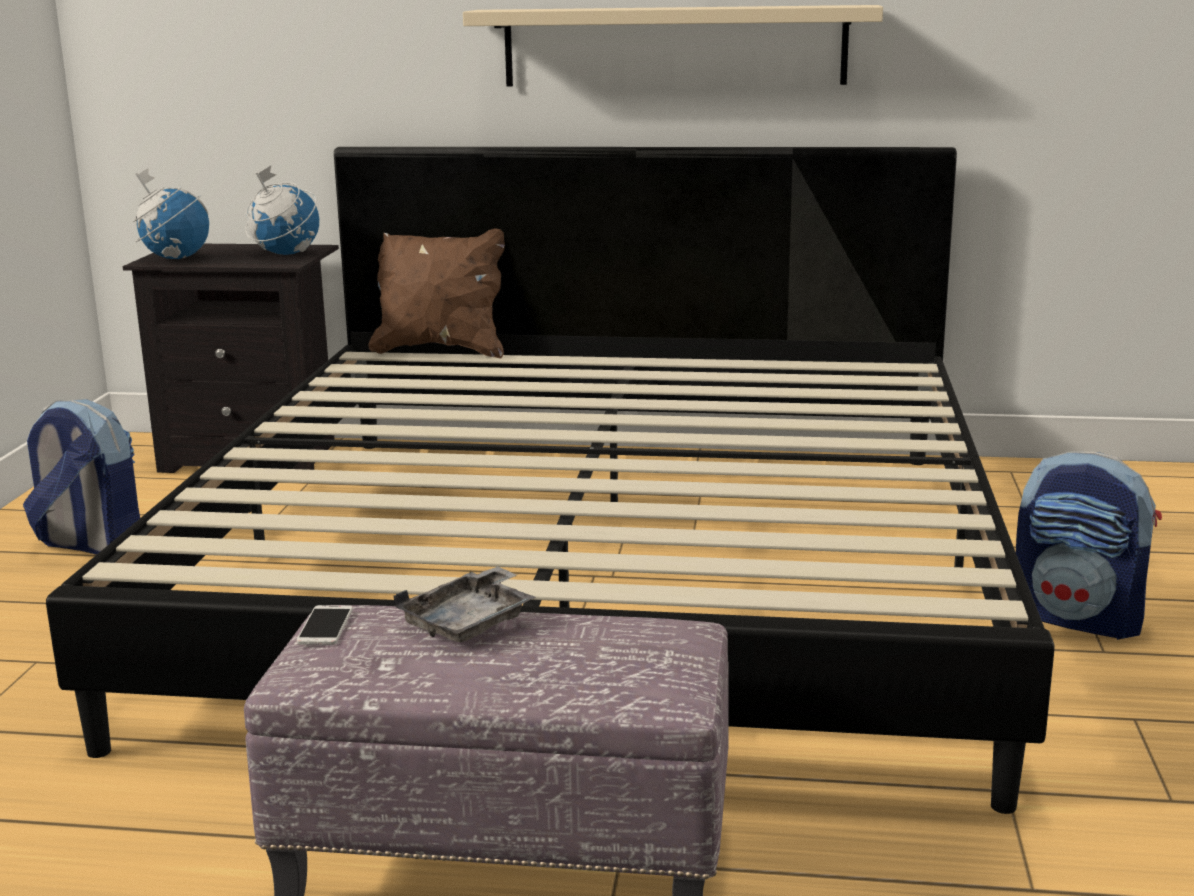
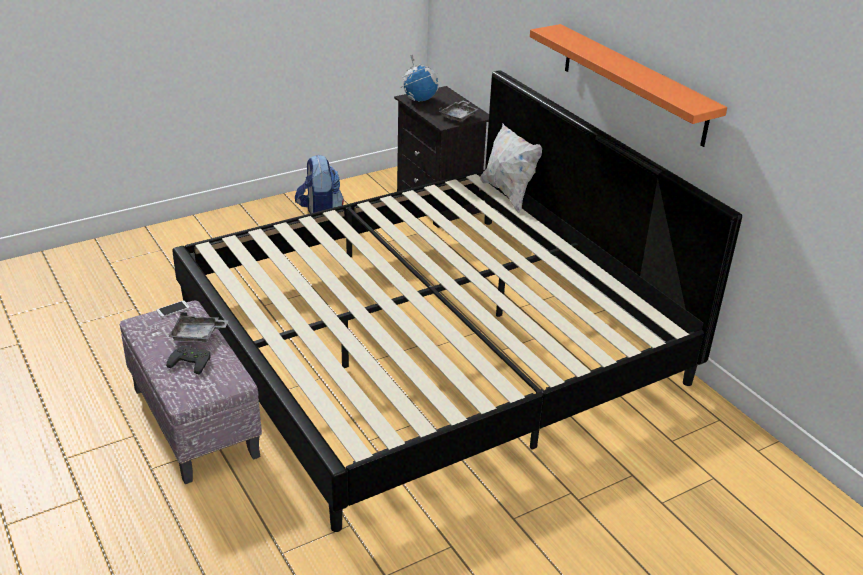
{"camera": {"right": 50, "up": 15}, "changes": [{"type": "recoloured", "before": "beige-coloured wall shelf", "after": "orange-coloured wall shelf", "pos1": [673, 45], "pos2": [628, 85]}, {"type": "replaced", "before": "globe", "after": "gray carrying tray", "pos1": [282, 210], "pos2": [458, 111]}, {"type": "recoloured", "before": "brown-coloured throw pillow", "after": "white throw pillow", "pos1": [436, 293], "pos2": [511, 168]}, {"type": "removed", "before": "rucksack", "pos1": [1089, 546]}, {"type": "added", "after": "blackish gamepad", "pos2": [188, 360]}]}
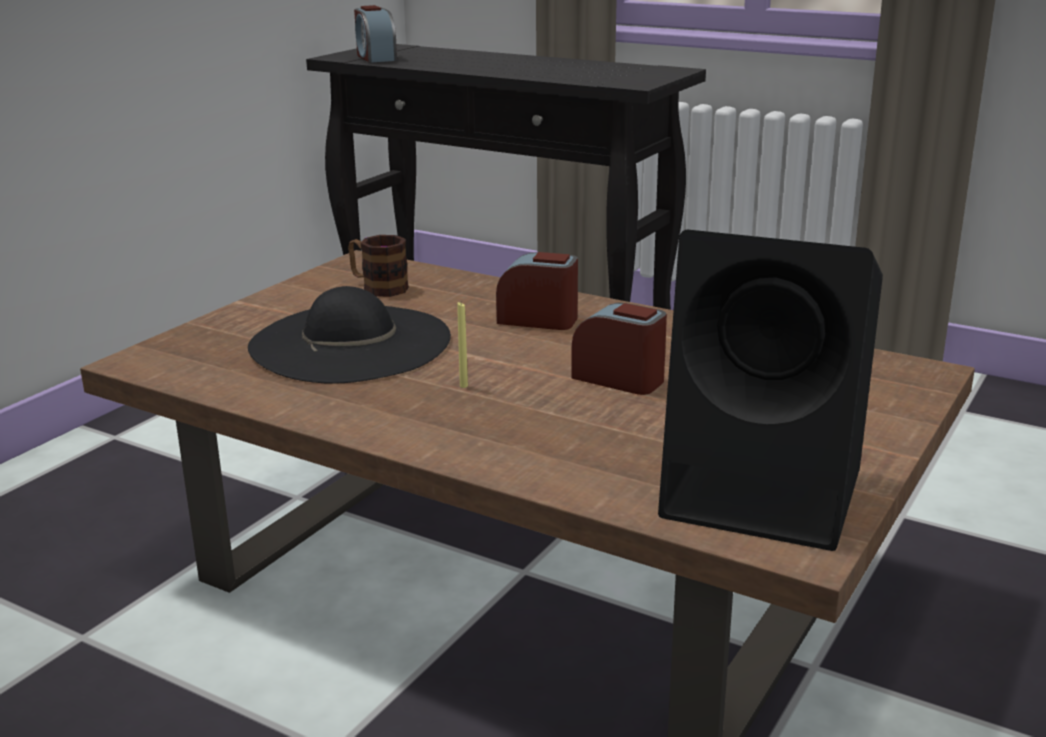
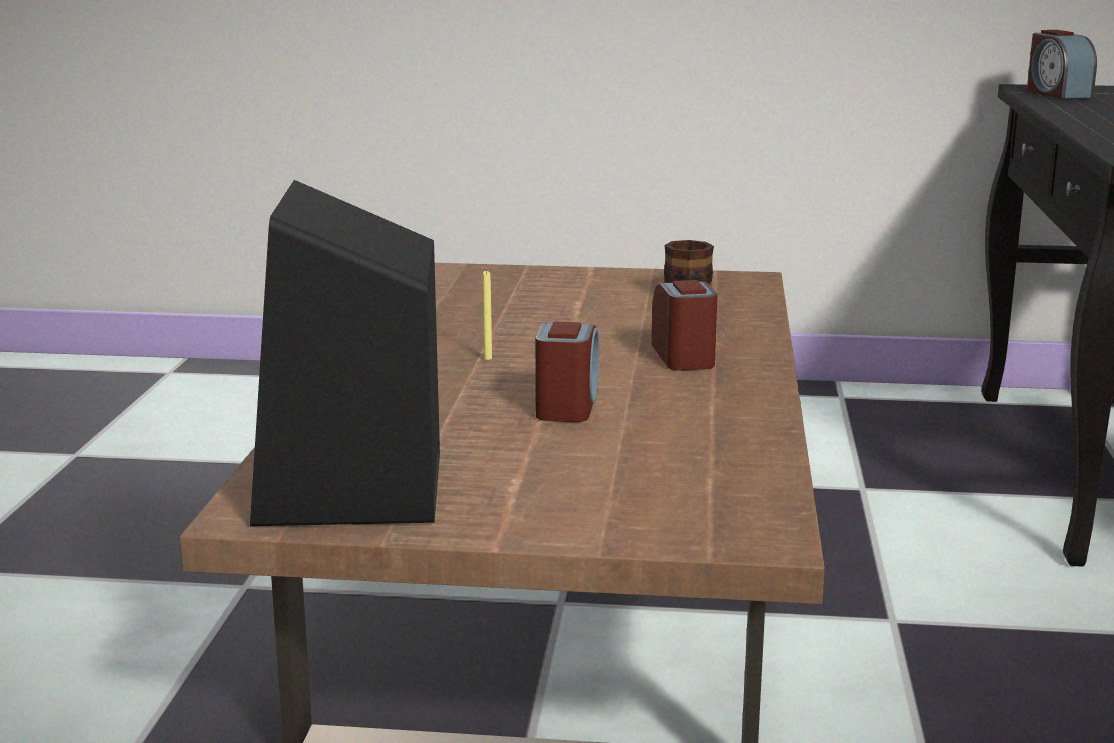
{"camera": {"right": 65, "up": -5}, "changes": [{"type": "turned", "before": "alarm clock", "pos1": [375, 34], "pos2": [1062, 64], "turn": -60}, {"type": "removed", "before": "blackish wearable hat", "pos1": [349, 335]}]}
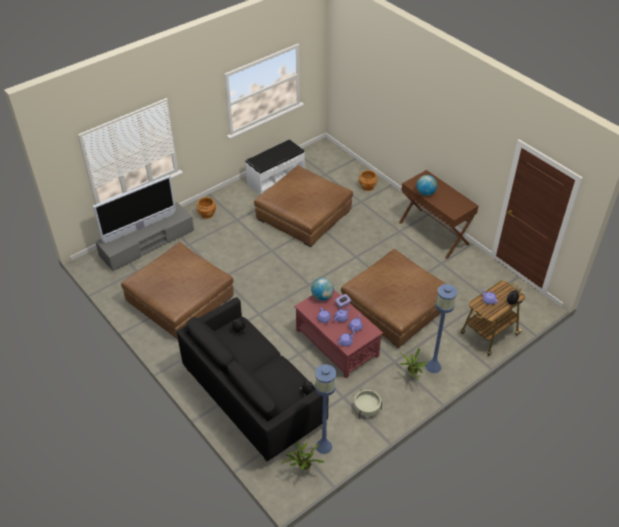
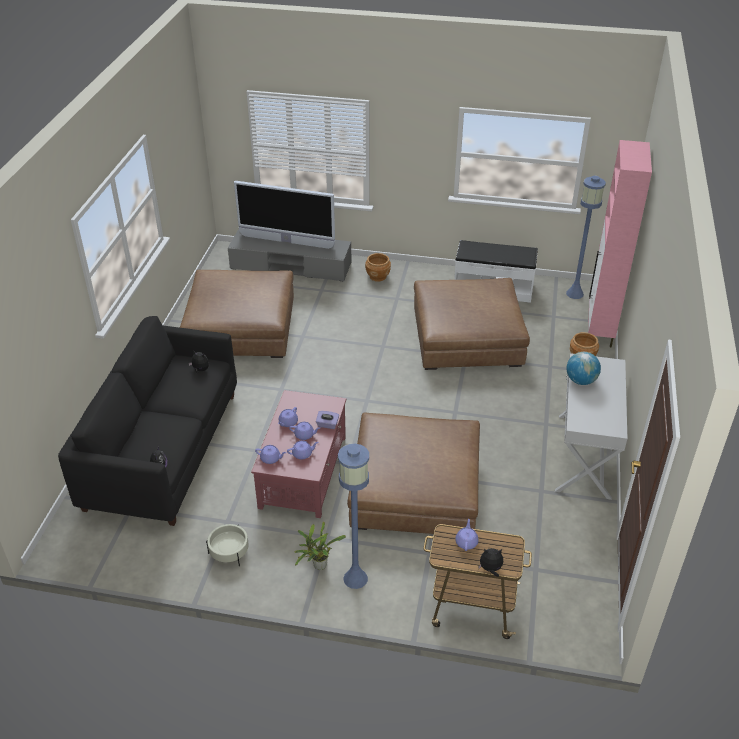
{"camera": {"right": 50, "up": -5}, "changes": [{"type": "recoloured", "before": "brown-coloured hall table", "after": "white hall table", "pos1": [438, 214], "pos2": [591, 426]}, {"type": "removed", "before": "globe", "pos1": [322, 289]}, {"type": "moved", "before": "blue standing lamp", "pos1": [325, 409], "pos2": [586, 237]}, {"type": "removed", "before": "potted plant", "pos1": [303, 457]}, {"type": "added", "after": "pinkish cupboard", "pos2": [620, 244]}]}
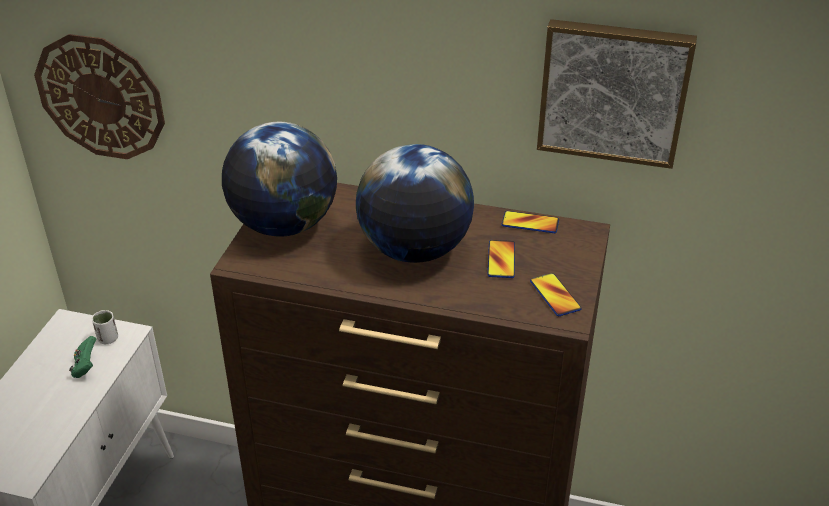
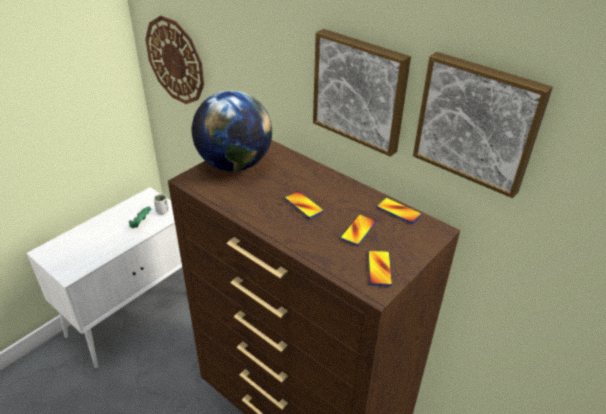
{"camera": {"right": 25, "up": 0}, "changes": [{"type": "replaced", "before": "globe", "after": "handset", "pos1": [415, 203], "pos2": [304, 204]}, {"type": "added", "after": "picture", "pos2": [362, 93]}]}
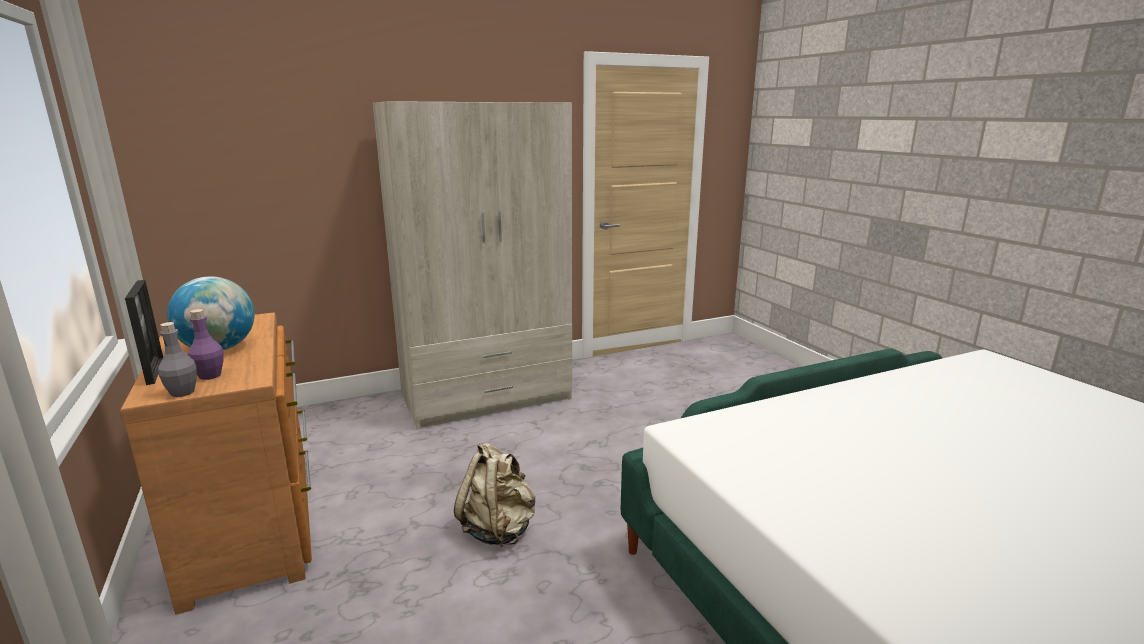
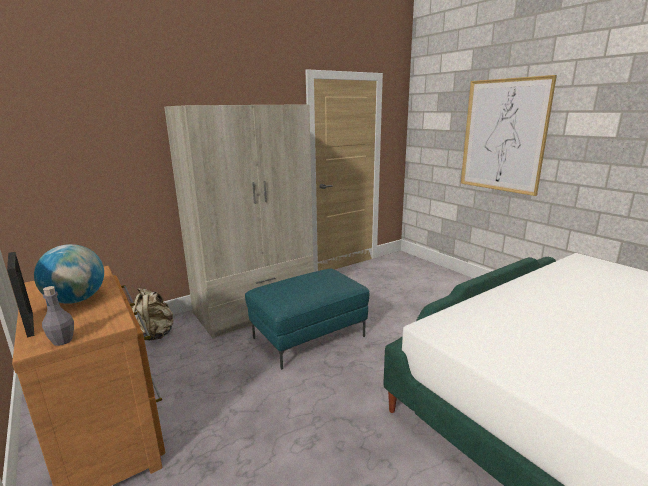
{"camera": {"right": -10, "up": 0}, "changes": [{"type": "removed", "before": "purple drink bottle", "pos1": [206, 344]}, {"type": "moved", "before": "beige-coloured rucksack", "pos1": [494, 495], "pos2": [152, 314]}, {"type": "added", "after": "picture", "pos2": [509, 135]}, {"type": "added", "after": "turquoise pouffe", "pos2": [307, 319]}]}
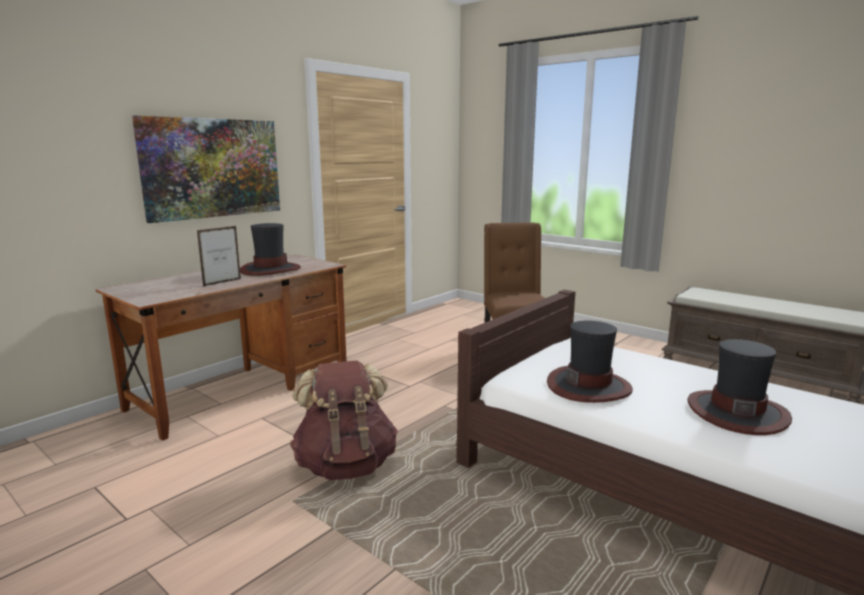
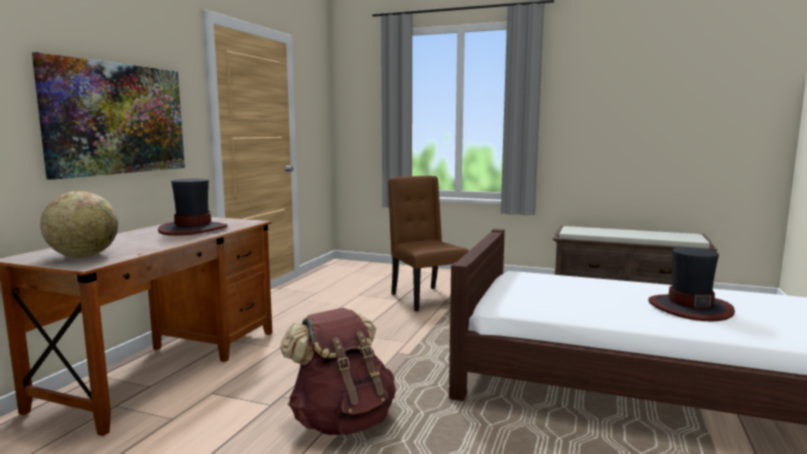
{"camera": {"right": -20, "up": -5}, "changes": [{"type": "removed", "before": "standing frame", "pos1": [219, 256]}, {"type": "removed", "before": "wearable hat", "pos1": [590, 361]}, {"type": "added", "after": "globe", "pos2": [79, 224]}]}
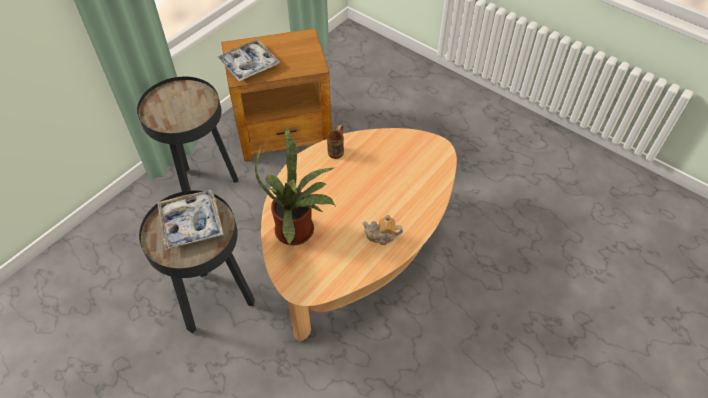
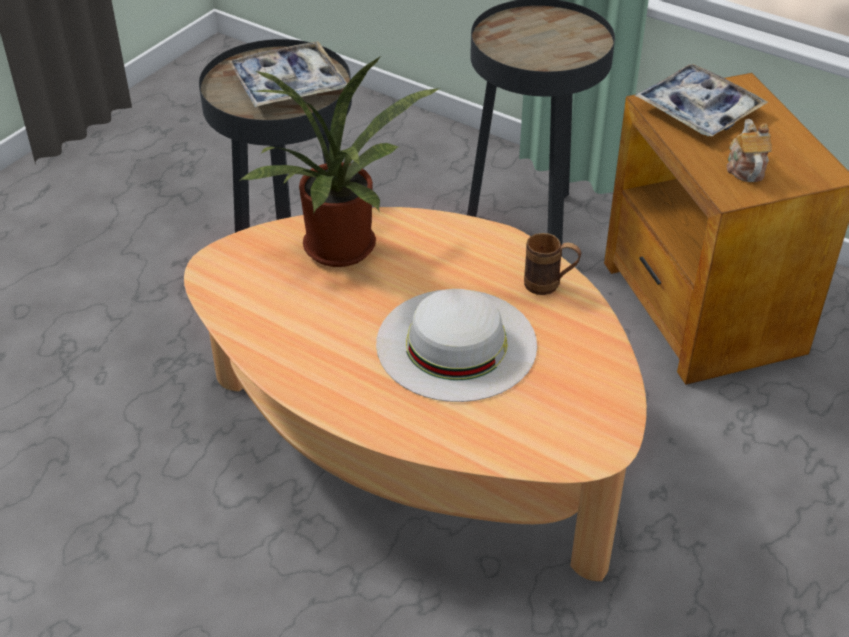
{"camera": {"right": 85, "up": -10}, "changes": [{"type": "moved", "before": "pot for tea", "pos1": [382, 230], "pos2": [749, 150]}, {"type": "added", "after": "white wearable hat", "pos2": [456, 345]}]}
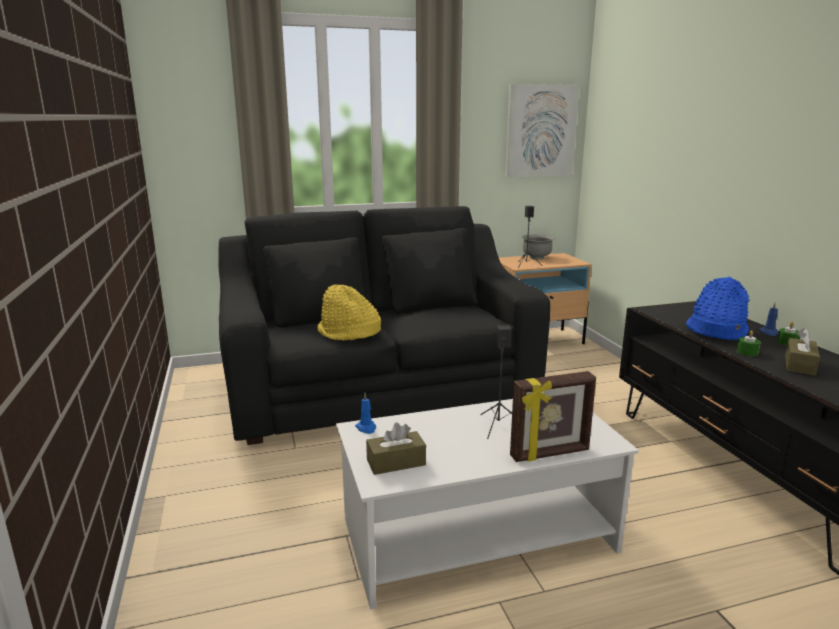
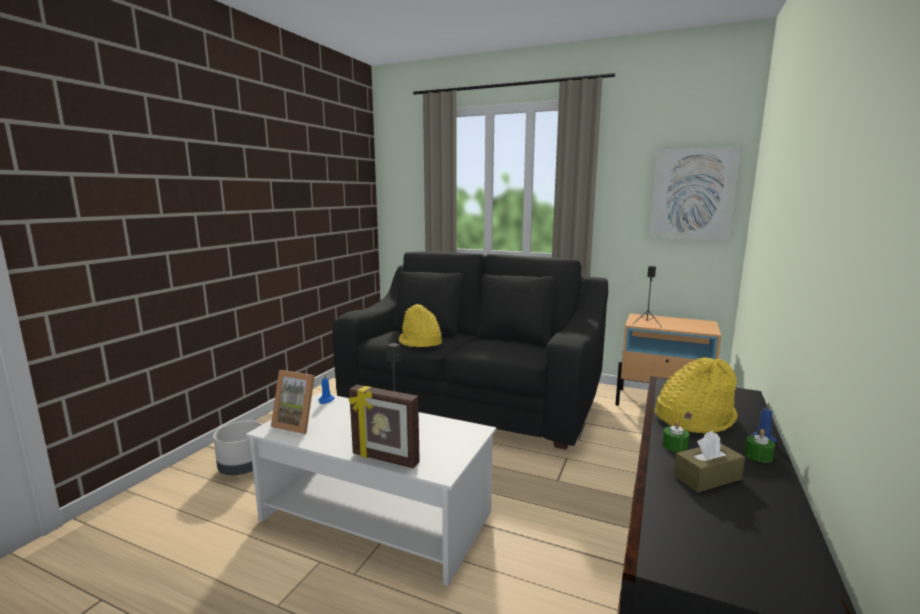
{"camera": {"right": 40, "up": -5}, "changes": [{"type": "removed", "before": "gray bowl", "pos1": [538, 247]}, {"type": "recoloured", "before": "blue wearable hat", "after": "yellowish wearable hat", "pos1": [717, 308], "pos2": [696, 395]}, {"type": "replaced", "before": "brown-coloured box of tissues", "after": "standing frame", "pos1": [396, 448], "pos2": [293, 402]}, {"type": "added", "after": "gray planter", "pos2": [238, 448]}]}
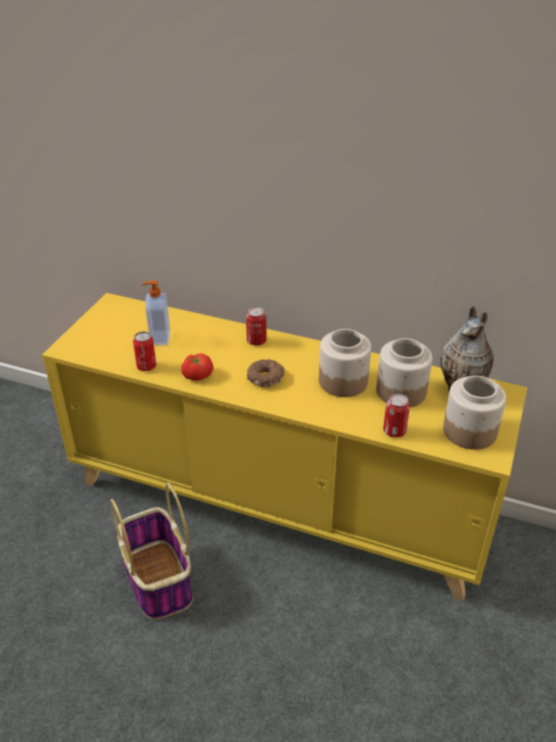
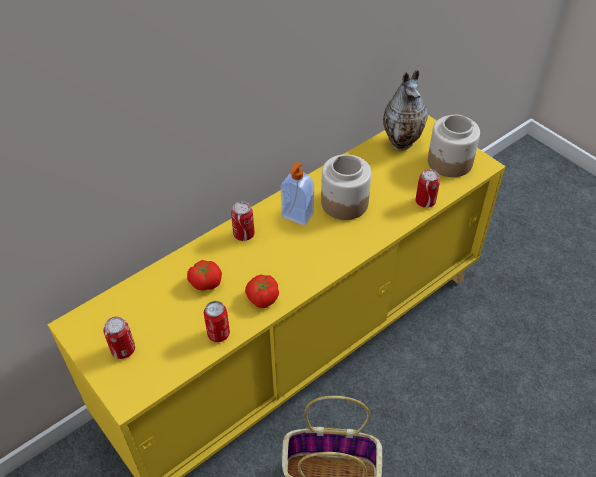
{"camera": {"right": -60, "up": 10}, "changes": [{"type": "moved", "before": "soap bottle", "pos1": [156, 313], "pos2": [297, 194]}, {"type": "removed", "before": "storage jar", "pos1": [404, 372]}, {"type": "removed", "before": "donut", "pos1": [266, 373]}, {"type": "added", "after": "whole tomato", "pos2": [204, 275]}, {"type": "added", "after": "can", "pos2": [119, 338]}]}
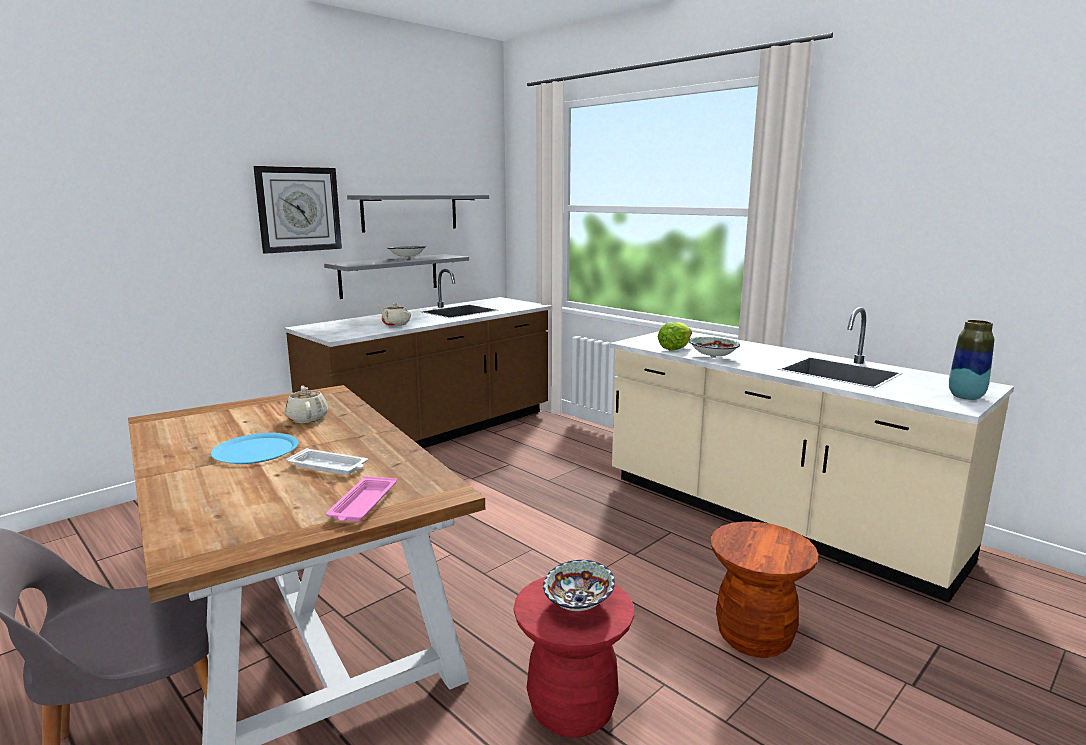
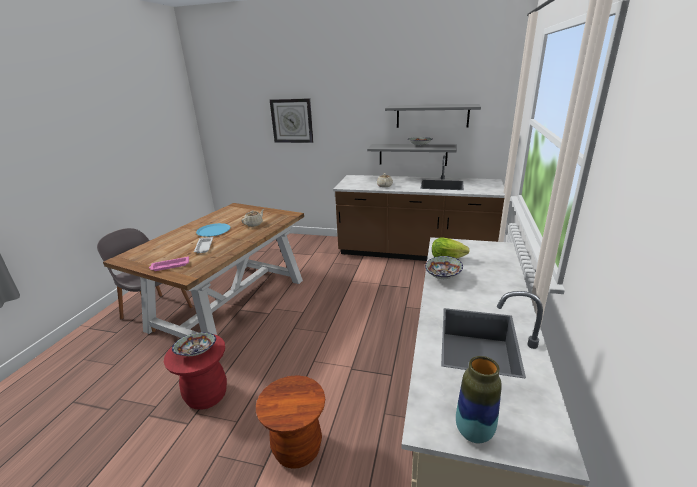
{"camera": {"right": 60, "up": 10}, "changes": [{"type": "moved", "before": "wall clock", "pos1": [297, 210], "pos2": [291, 121]}]}
